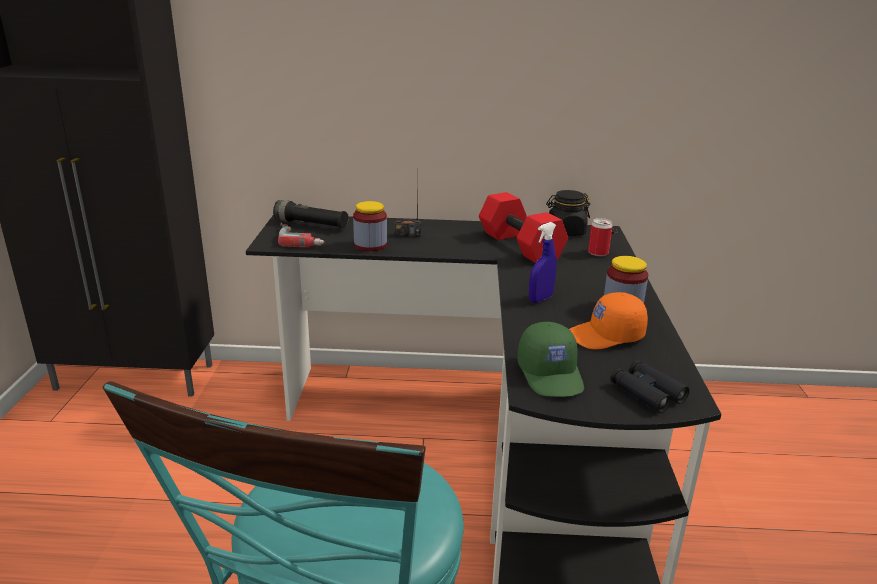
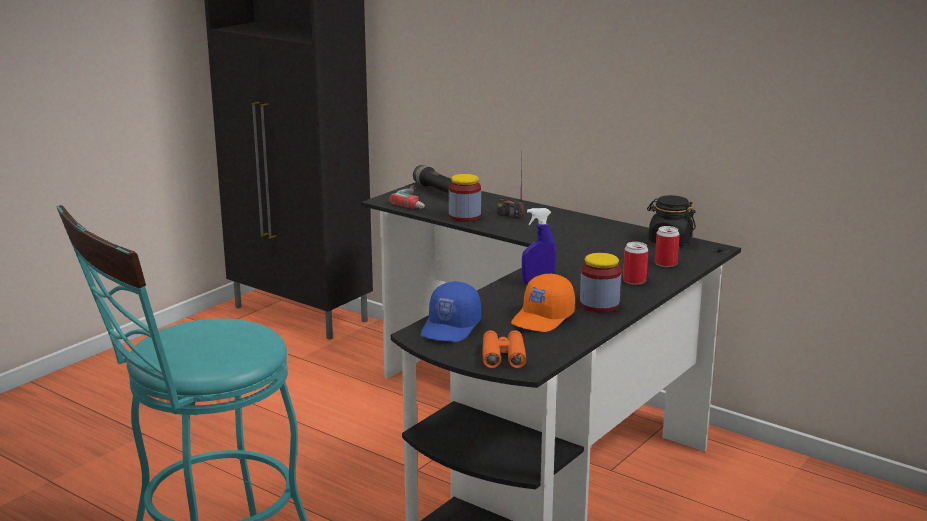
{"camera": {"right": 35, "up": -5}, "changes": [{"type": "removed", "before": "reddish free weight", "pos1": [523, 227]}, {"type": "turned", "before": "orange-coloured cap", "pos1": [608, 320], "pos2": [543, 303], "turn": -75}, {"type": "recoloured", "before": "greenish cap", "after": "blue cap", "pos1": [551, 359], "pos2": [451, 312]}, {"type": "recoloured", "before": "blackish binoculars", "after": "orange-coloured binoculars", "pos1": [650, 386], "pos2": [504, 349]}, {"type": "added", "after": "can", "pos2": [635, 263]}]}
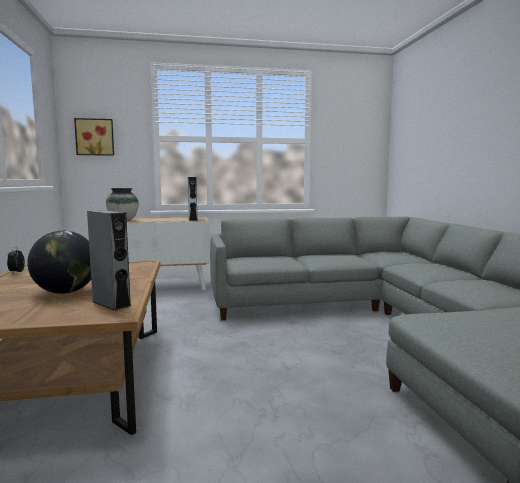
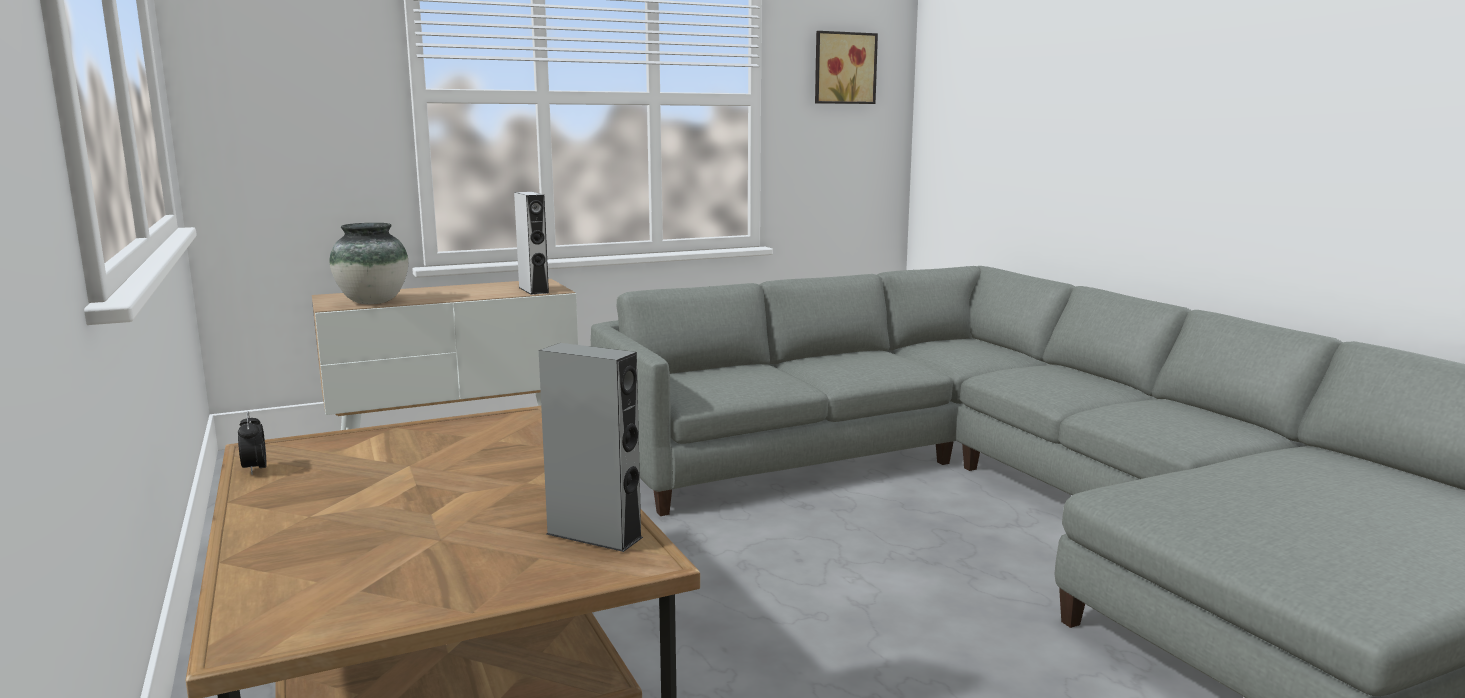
{"camera": {"right": -15, "up": 5}, "changes": [{"type": "moved", "before": "picture", "pos1": [94, 137], "pos2": [846, 67]}, {"type": "removed", "before": "globe", "pos1": [59, 262]}]}
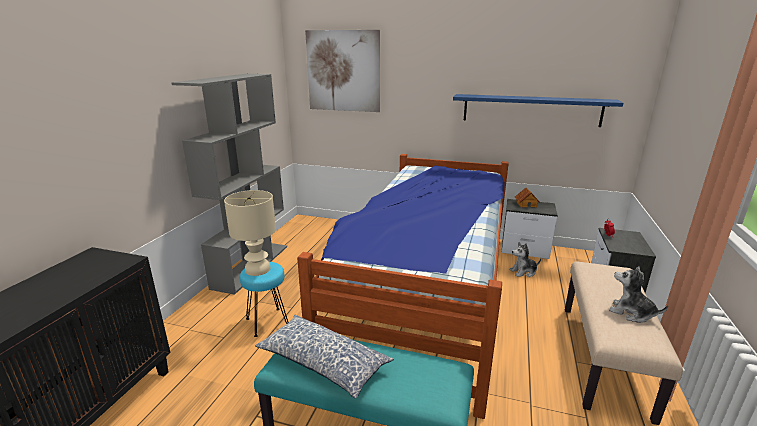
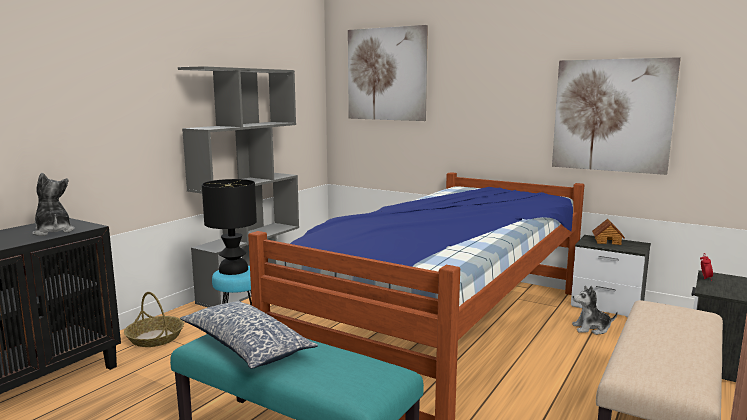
{"camera": {"right": 15, "up": -10}, "changes": [{"type": "replaced", "before": "blue wall shelf", "after": "picture", "pos1": [538, 110], "pos2": [616, 116]}, {"type": "recoloured", "before": "beige-coloured table lamp", "after": "blackish table lamp", "pos1": [250, 233], "pos2": [229, 227]}, {"type": "moved", "before": "cuddly toy", "pos1": [638, 294], "pos2": [53, 204]}, {"type": "added", "after": "storage basket", "pos2": [154, 319]}]}
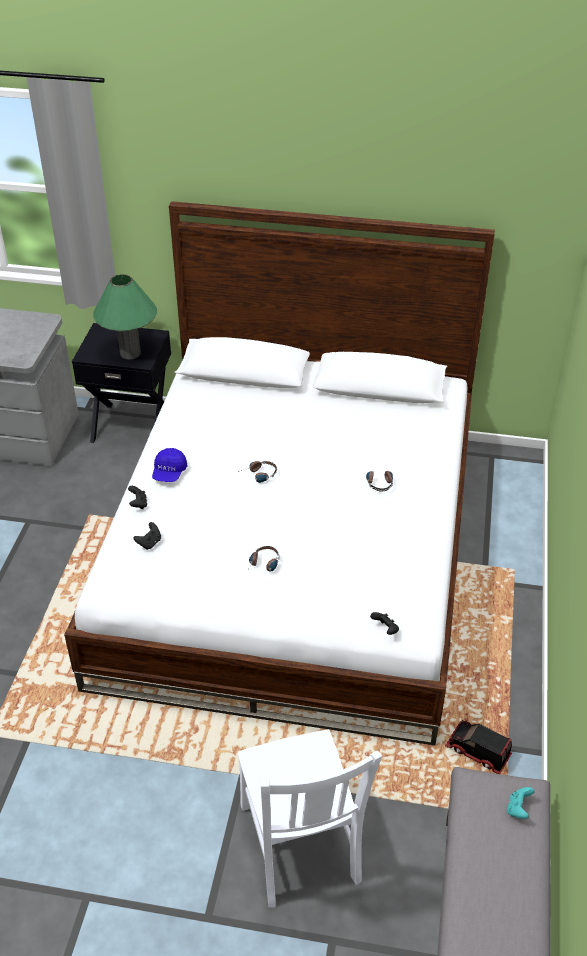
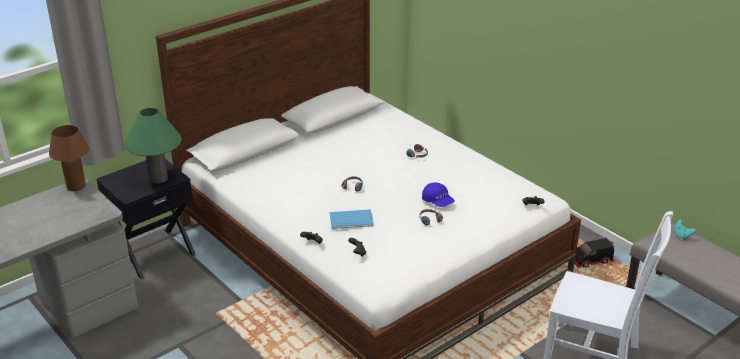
{"camera": {"right": -50, "up": -10}, "changes": [{"type": "moved", "before": "blue cap", "pos1": [169, 465], "pos2": [438, 195]}, {"type": "added", "after": "brown-coloured table lamp", "pos2": [69, 158]}, {"type": "added", "after": "blue volume", "pos2": [352, 219]}]}
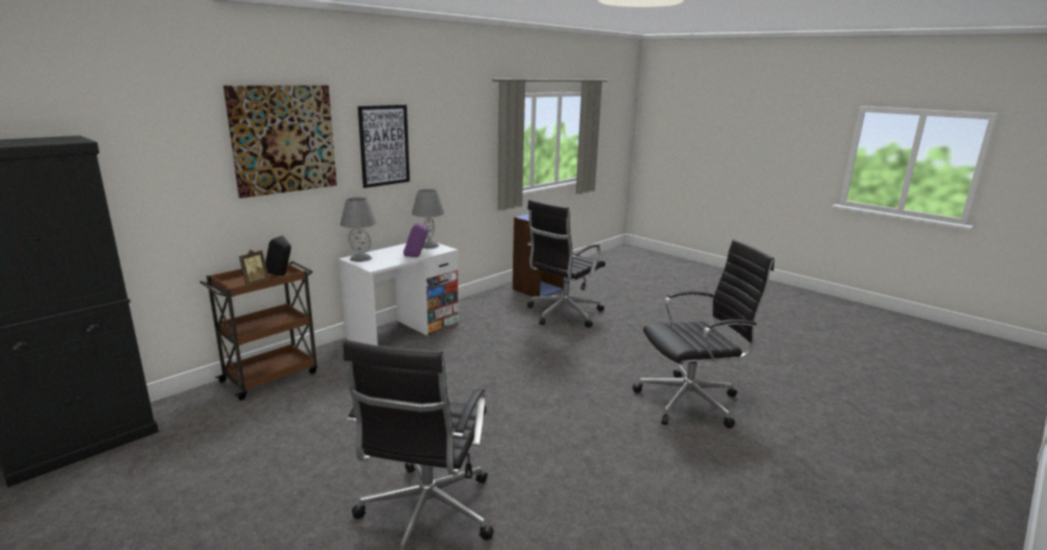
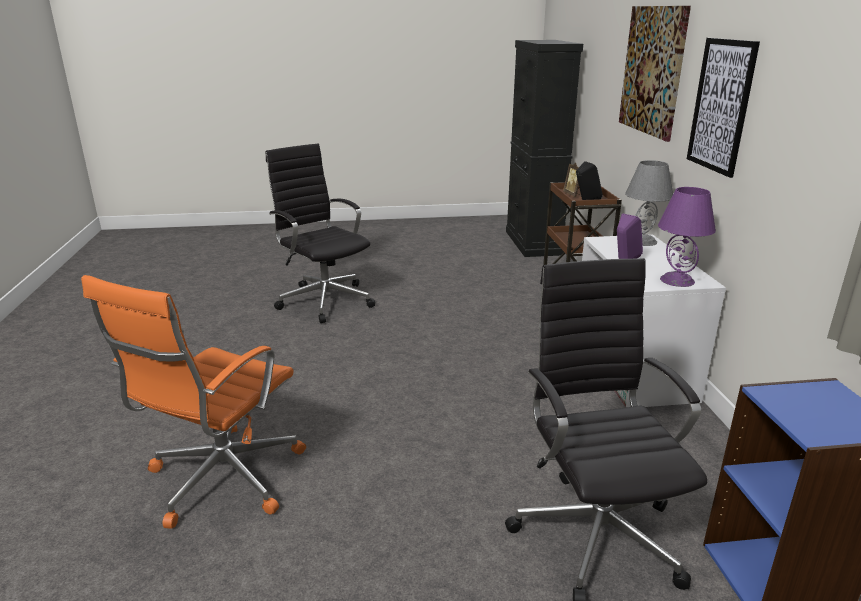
{"camera": {"right": 130, "up": 5}, "changes": [{"type": "recoloured", "before": "gray table lamp", "after": "purple table lamp", "pos1": [428, 219], "pos2": [687, 237]}, {"type": "recoloured", "before": "blackish desk chair", "after": "orange-coloured desk chair", "pos1": [703, 334], "pos2": [193, 402]}]}
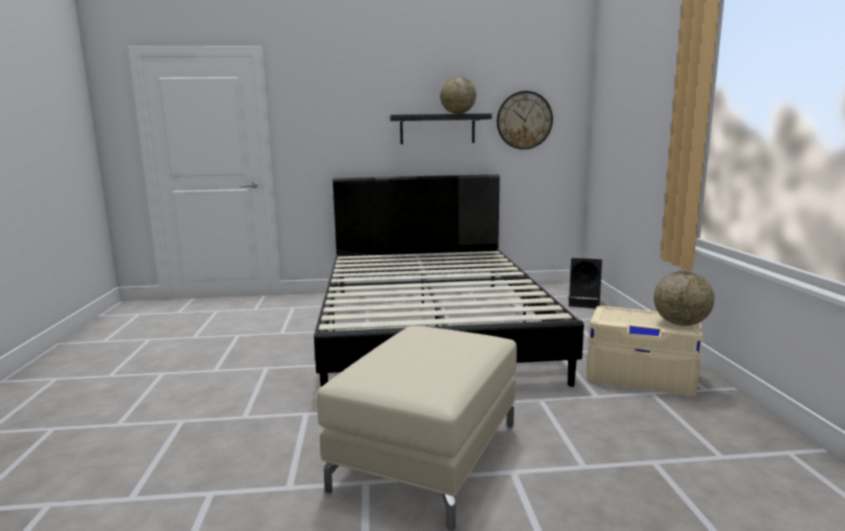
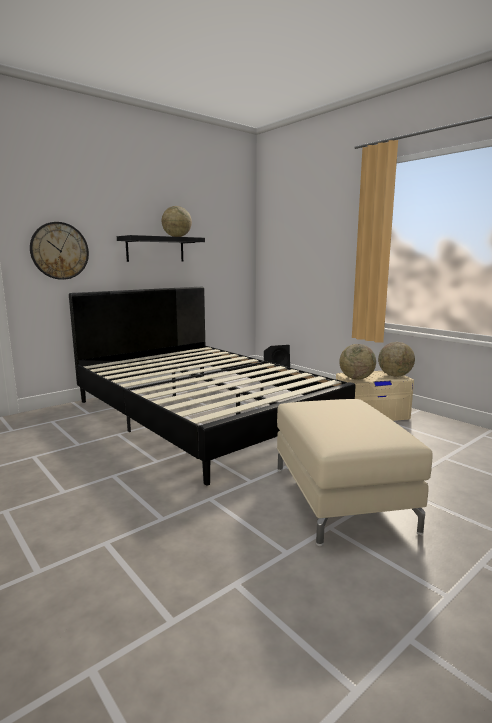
{"camera": {"right": -35, "up": 0}, "changes": [{"type": "moved", "before": "wall clock", "pos1": [525, 120], "pos2": [59, 251]}, {"type": "added", "after": "globe", "pos2": [357, 362]}]}
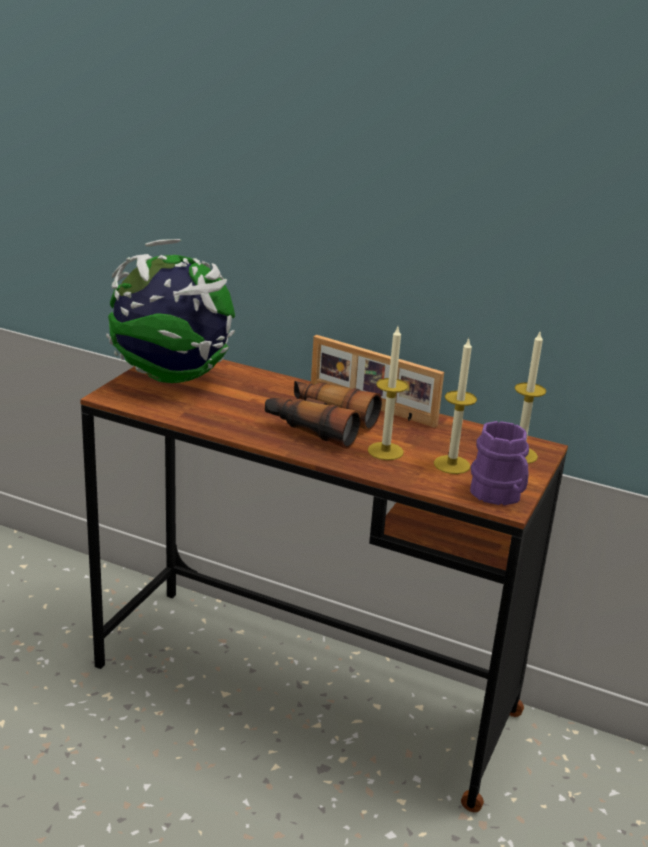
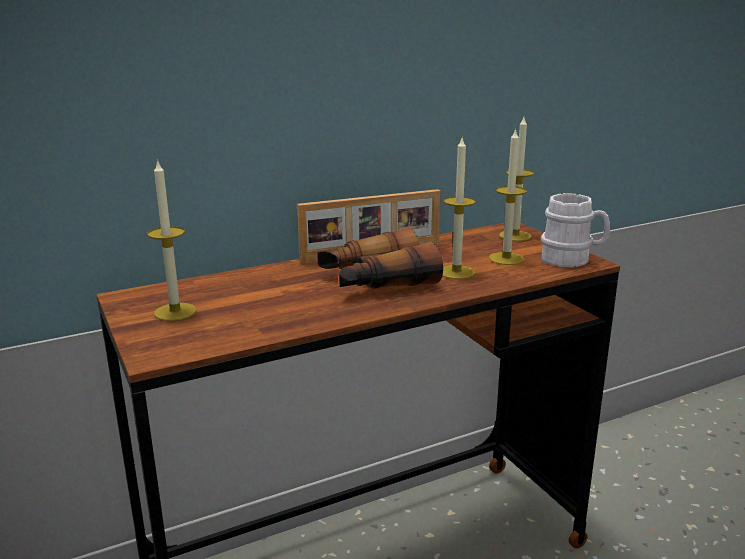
{"camera": {"right": -50, "up": -5}, "changes": [{"type": "replaced", "before": "globe", "after": "wax light", "pos1": [170, 311], "pos2": [171, 240]}, {"type": "recoloured", "before": "purple tea mug", "after": "white tea mug", "pos1": [499, 463], "pos2": [575, 230]}]}
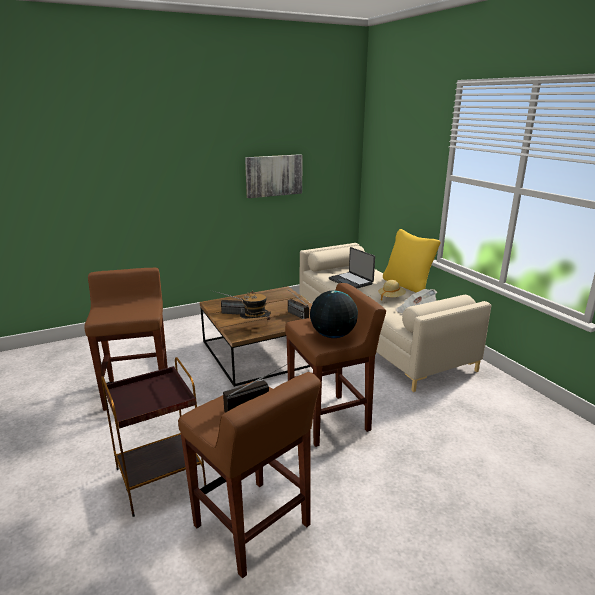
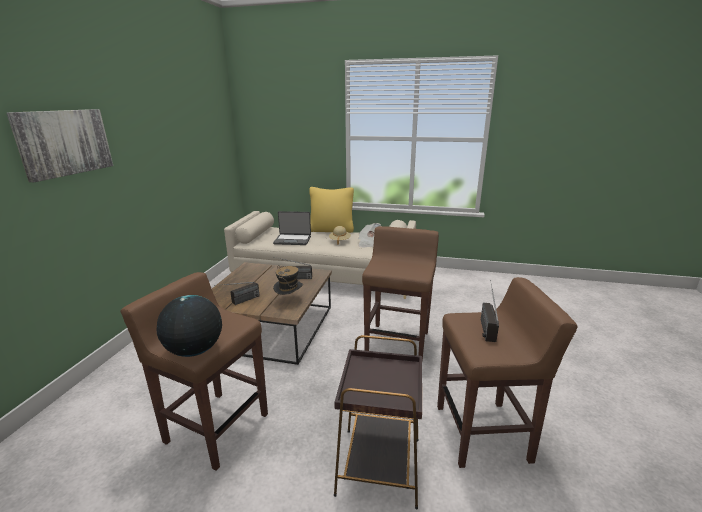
{"camera": {"right": -50, "up": 0}, "changes": [{"type": "moved", "before": "picture", "pos1": [273, 176], "pos2": [60, 145]}, {"type": "moved", "before": "globe", "pos1": [334, 314], "pos2": [189, 326]}]}
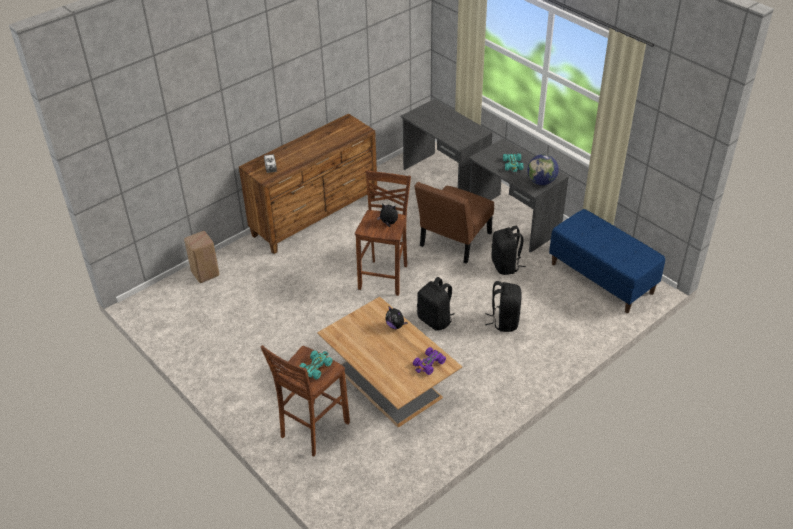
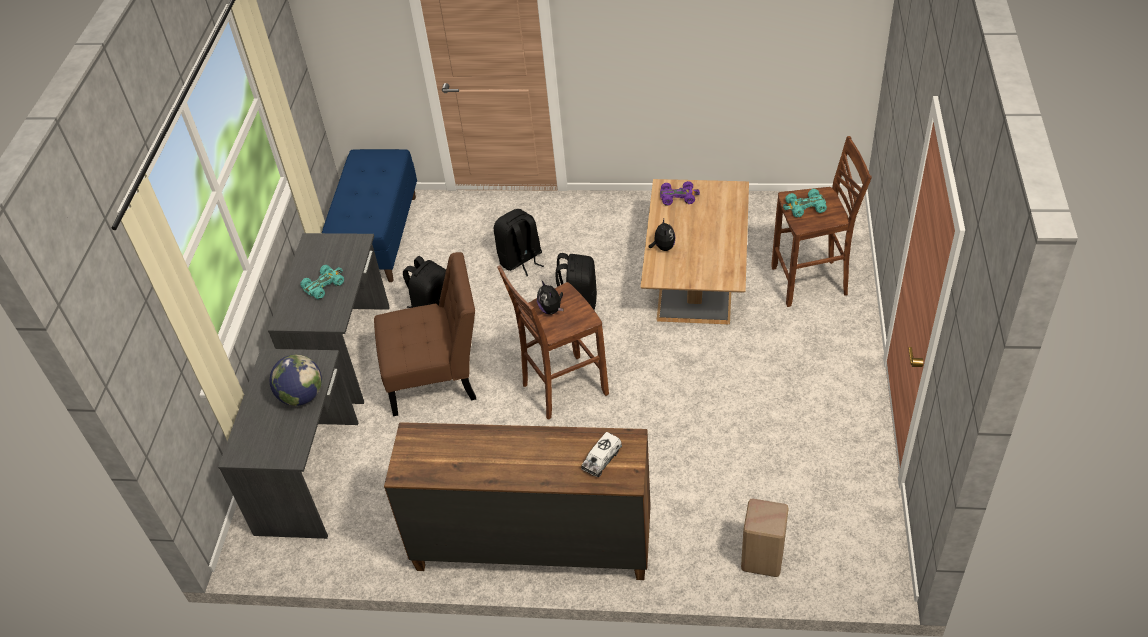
{"camera": {"right": -130, "up": 5}, "changes": [{"type": "moved", "before": "globe", "pos1": [543, 169], "pos2": [295, 380]}]}
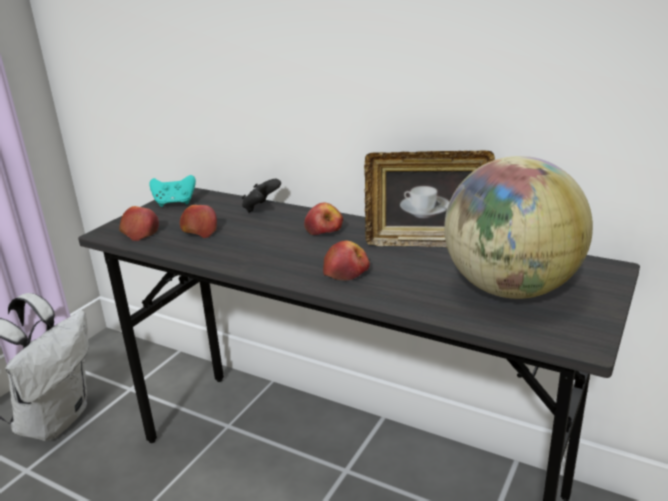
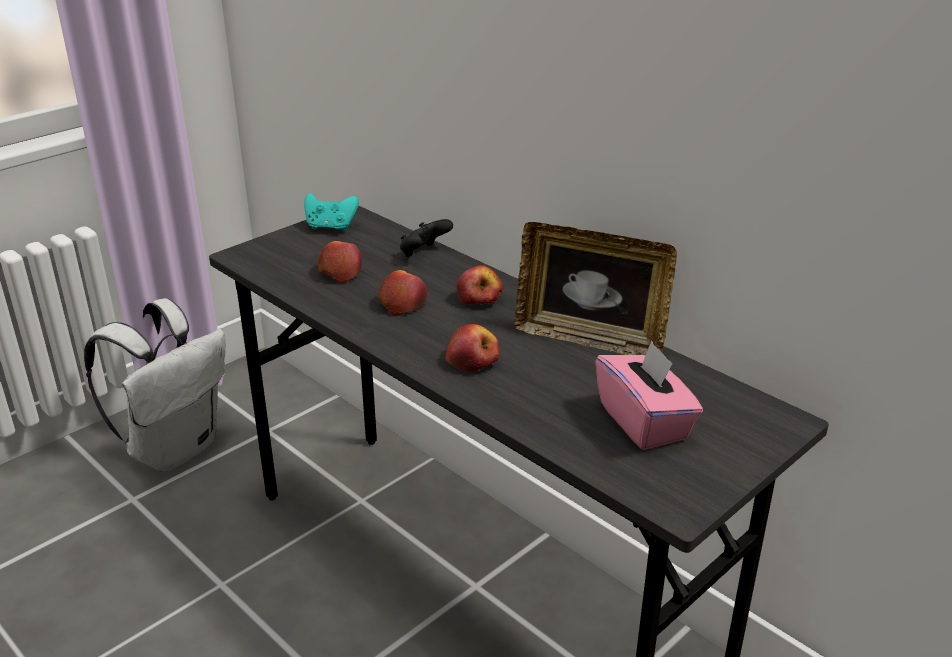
{"camera": {"right": 15, "up": 5}, "changes": [{"type": "replaced", "before": "globe", "after": "pinkish box of tissues", "pos1": [518, 227], "pos2": [649, 395]}, {"type": "moved", "before": "whole apple", "pos1": [139, 223], "pos2": [402, 293]}]}
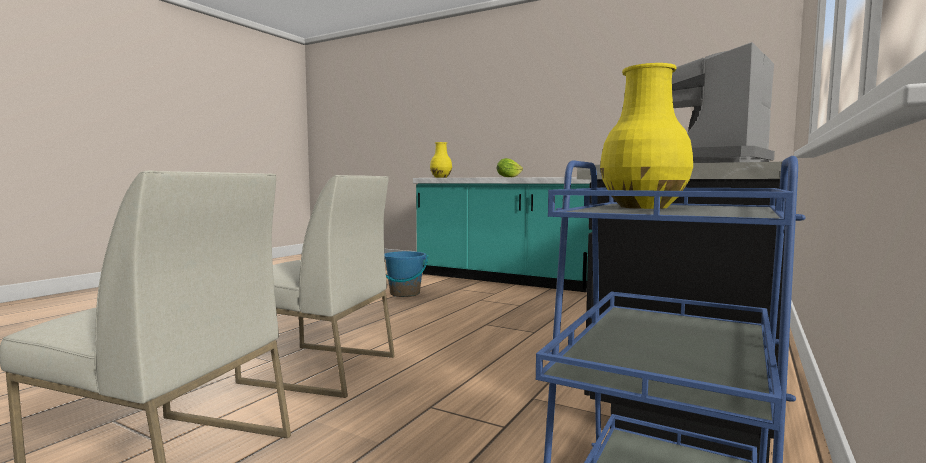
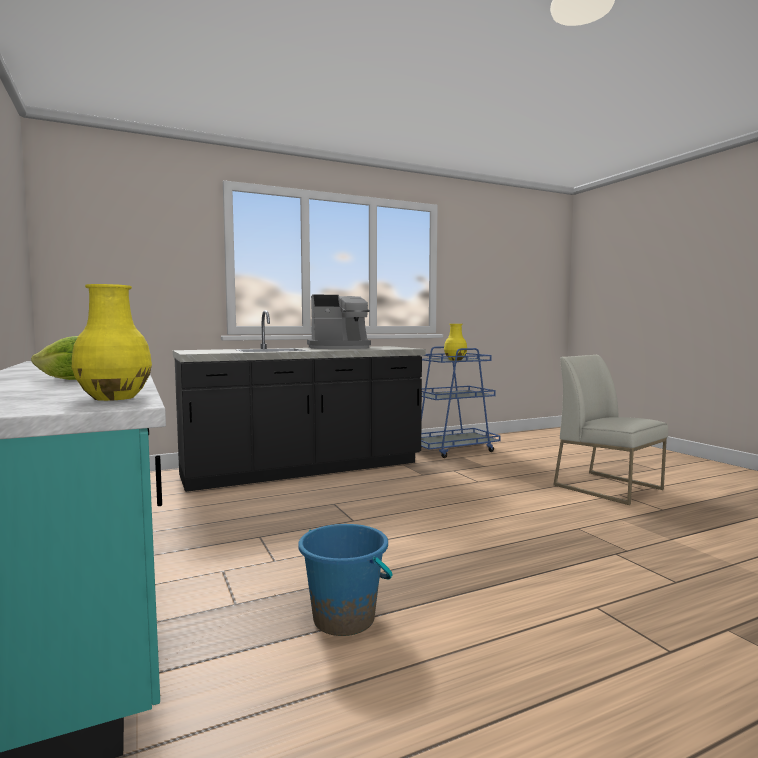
{"camera": {"right": -145, "up": 0}, "changes": [{"type": "removed", "before": "white upright chair", "pos1": [315, 286]}]}
